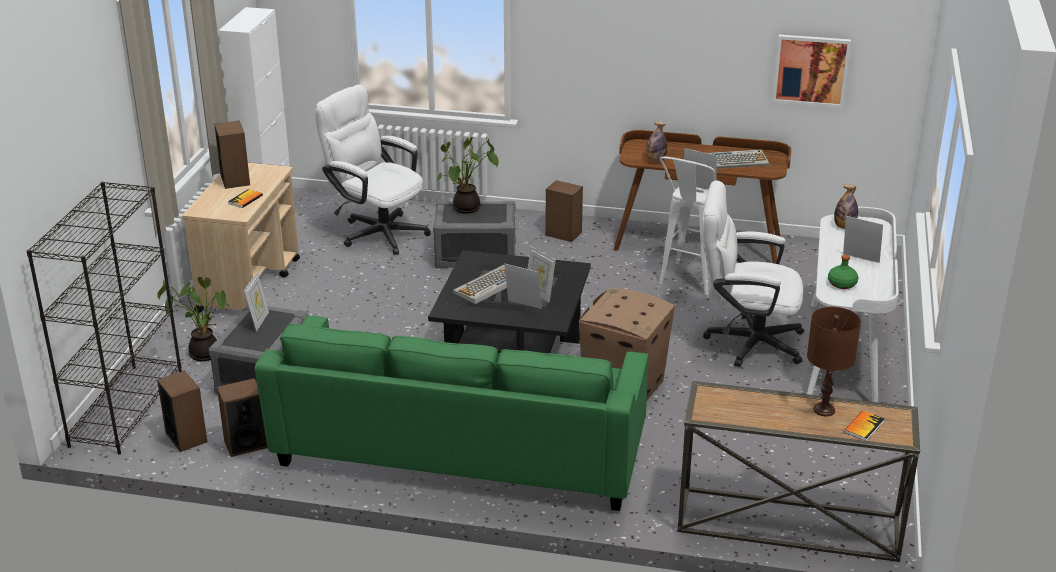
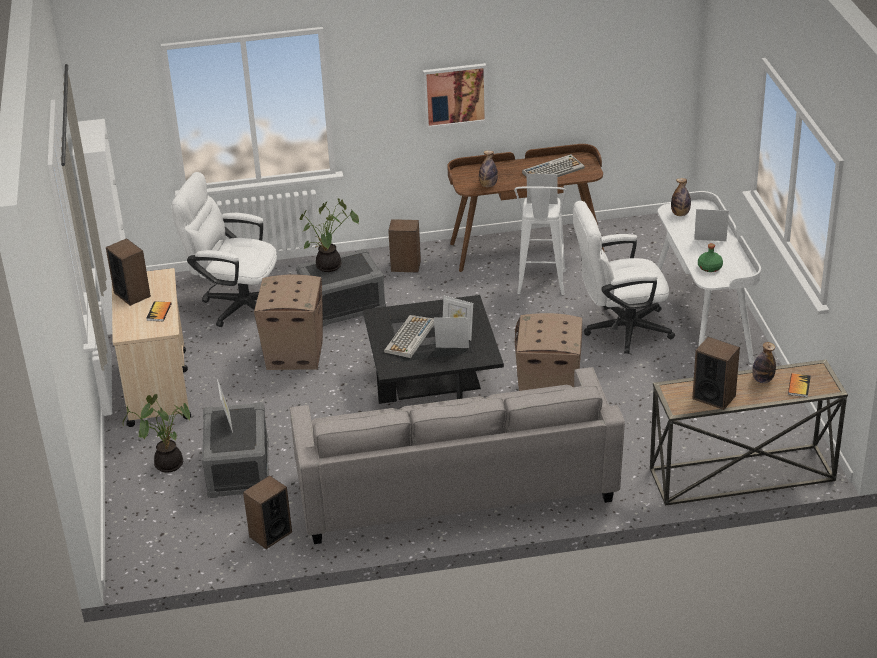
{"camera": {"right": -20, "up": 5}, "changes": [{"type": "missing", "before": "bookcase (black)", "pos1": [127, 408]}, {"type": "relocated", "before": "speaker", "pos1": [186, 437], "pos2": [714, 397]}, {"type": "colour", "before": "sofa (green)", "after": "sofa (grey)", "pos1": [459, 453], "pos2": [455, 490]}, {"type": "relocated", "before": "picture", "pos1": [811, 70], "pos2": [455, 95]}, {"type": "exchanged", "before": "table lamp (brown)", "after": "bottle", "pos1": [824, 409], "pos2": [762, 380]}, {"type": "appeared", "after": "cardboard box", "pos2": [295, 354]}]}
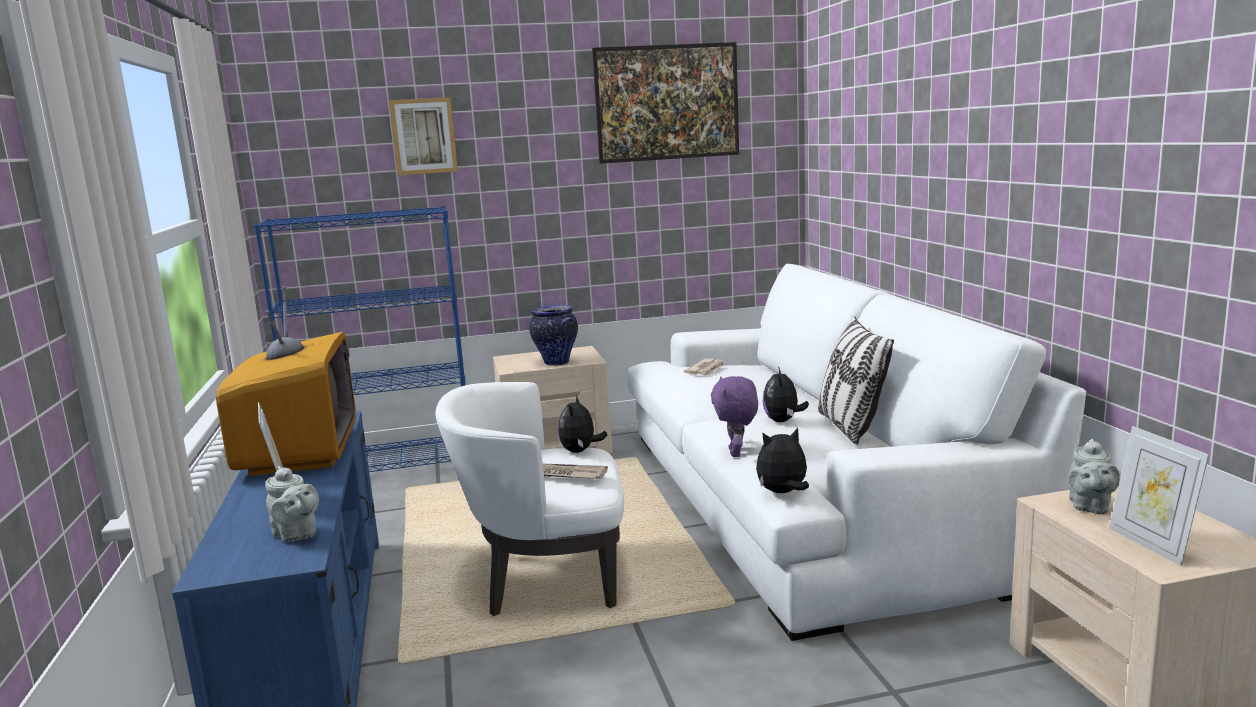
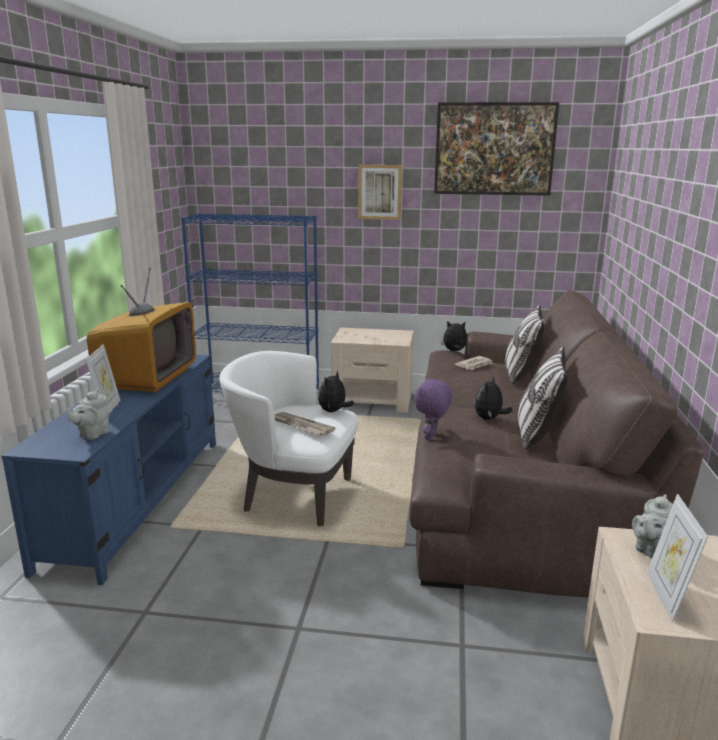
{"camera": {"right": 20, "up": 5}, "changes": [{"type": "spun", "before": "teapot (grey)", "pos1": [296, 535], "pos2": [92, 434], "turn": 45}, {"type": "relocated", "before": "picture", "pos1": [424, 136], "pos2": [380, 192]}, {"type": "missing", "before": "vase", "pos1": [556, 362]}, {"type": "colour", "before": "sofa (white)", "after": "sofa (brown)", "pos1": [803, 498], "pos2": [517, 479]}, {"type": "relocated", "before": "plush toy", "pos1": [783, 493], "pos2": [454, 351]}, {"type": "appeared", "after": "pillow", "pos2": [520, 375]}]}
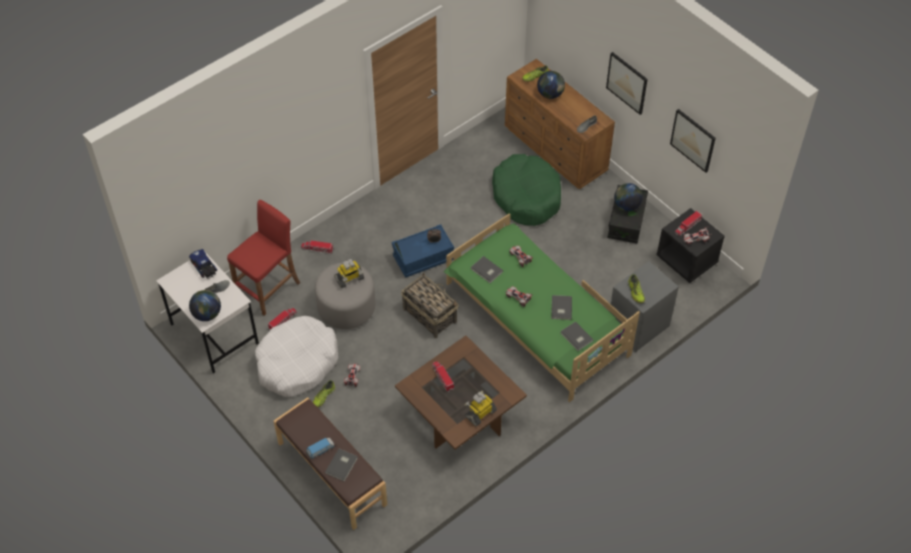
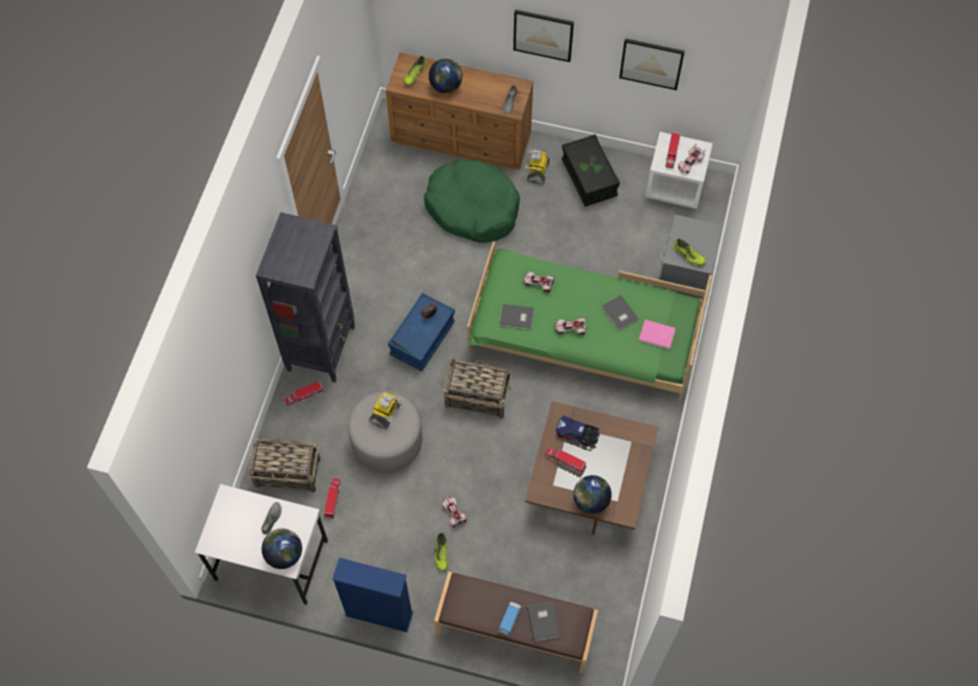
{"camera": {"right": -35, "up": 10}, "changes": [{"type": "relocated", "before": "toy truck", "pos1": [204, 268], "pos2": [577, 434]}, {"type": "exchanged", "before": "stool (red)", "after": "basket", "pos1": [268, 289], "pos2": [288, 473]}, {"type": "missing", "before": "dog bed (white)", "pos1": [297, 363]}, {"type": "relocated", "before": "toy robot", "pos1": [480, 413], "pos2": [537, 171]}, {"type": "colour", "before": "book (grey)", "after": "book (pink)", "pos1": [576, 337], "pos2": [657, 336]}, {"type": "relocated", "before": "globe", "pos1": [626, 205], "pos2": [590, 500]}, {"type": "colour", "before": "nightstand (black)", "after": "nightstand (white)", "pos1": [687, 260], "pos2": [675, 186]}, {"type": "appeared", "after": "bookcase (black)", "pos2": [322, 348]}, {"type": "appeared", "after": "bookcase (blue)", "pos2": [379, 614]}]}
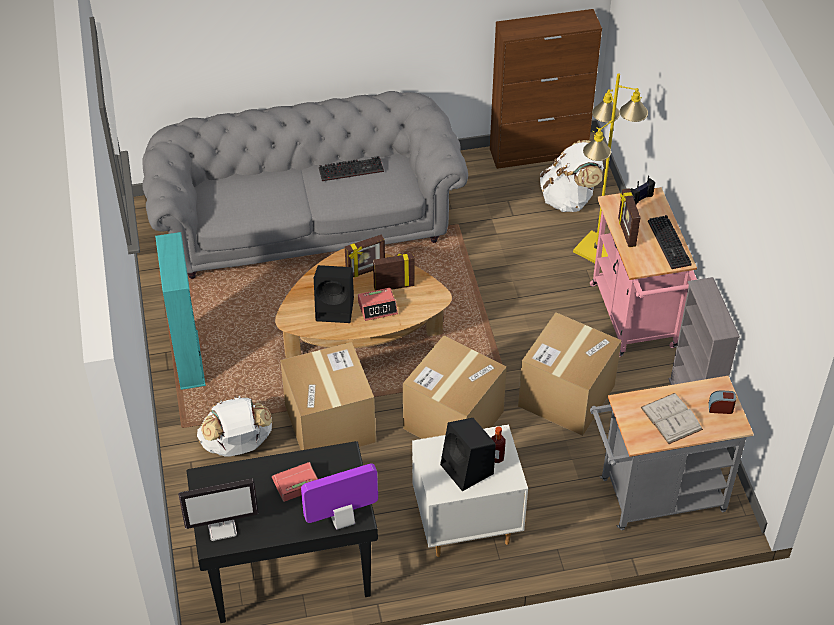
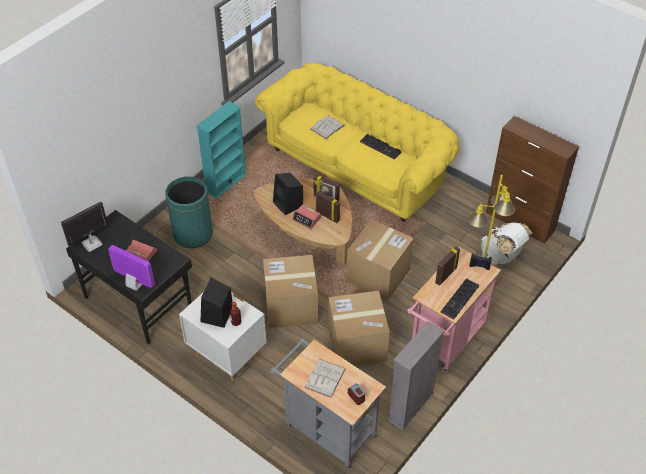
{"camera": {"right": 50, "up": 0}, "changes": [{"type": "colour", "before": "sofa (grey)", "after": "sofa (yellow)", "pos1": [306, 222], "pos2": [358, 165]}, {"type": "spun", "before": "monitor", "pos1": [222, 527], "pos2": [91, 244], "turn": 105}, {"type": "exchanged", "before": "backpack (white)", "after": "trash can (green)", "pos1": [237, 445], "pos2": [193, 234]}, {"type": "relocated", "before": "cardboard box", "pos1": [330, 424], "pos2": [378, 274]}, {"type": "appeared", "after": "book (white)", "pos2": [327, 127]}]}
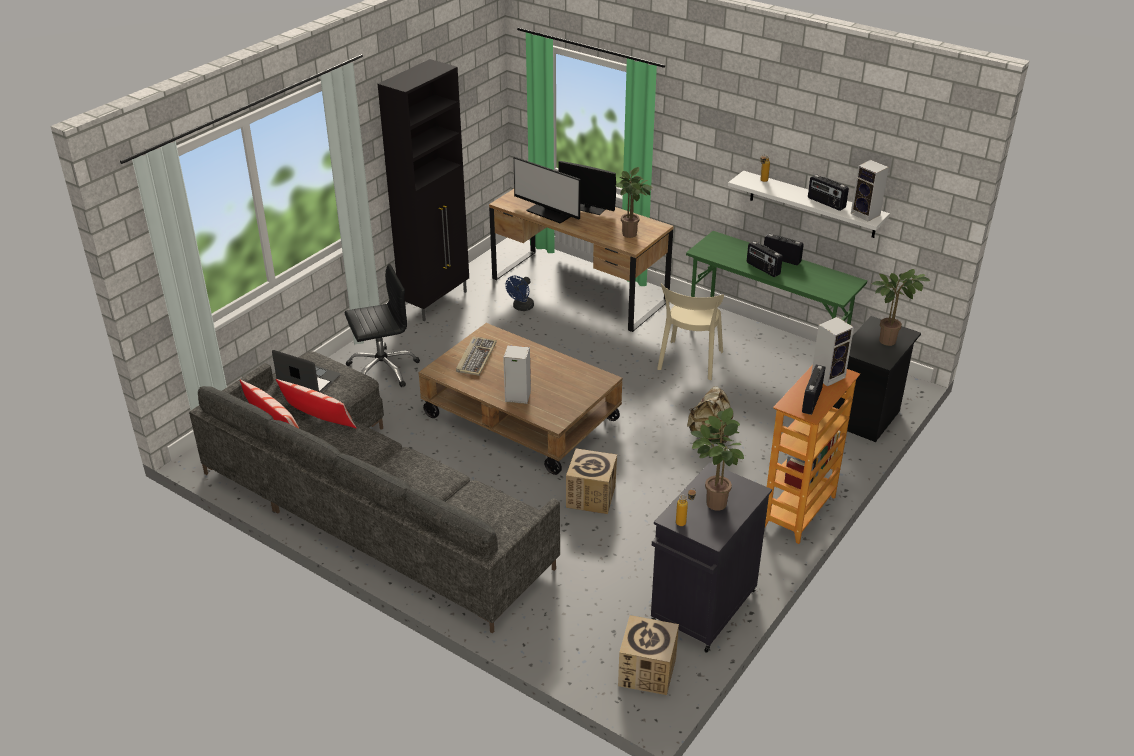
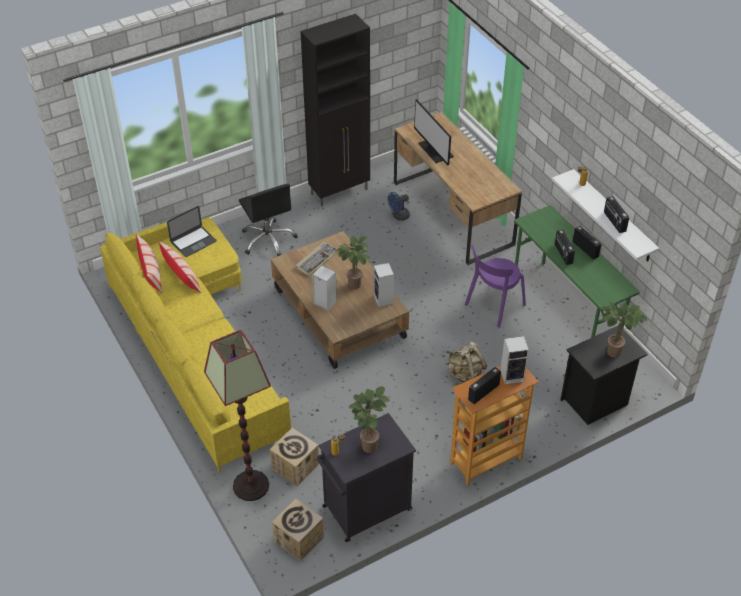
{"camera": {"right": 25, "up": 10}, "changes": [{"type": "colour", "before": "sofa (grey)", "after": "sofa (yellow)", "pos1": [367, 503], "pos2": [197, 346]}, {"type": "spun", "before": "laptop", "pos1": [309, 378], "pos2": [193, 241], "turn": 90}, {"type": "spun", "before": "office chair (black)", "pos1": [382, 369], "pos2": [268, 240], "turn": 60}, {"type": "missing", "before": "monitor", "pos1": [587, 208]}, {"type": "relocated", "before": "cardboard box", "pos1": [591, 497], "pos2": [295, 467]}, {"type": "relocated", "before": "potted plant", "pos1": [631, 235], "pos2": [355, 286]}, {"type": "colour", "before": "chair (beige)", "after": "chair (purple)", "pos1": [689, 362], "pos2": [493, 306]}, {"type": "relocated", "before": "speaker", "pos1": [866, 214], "pos2": [384, 300]}, {"type": "appeared", "after": "floor lamp", "pos2": [250, 485]}]}
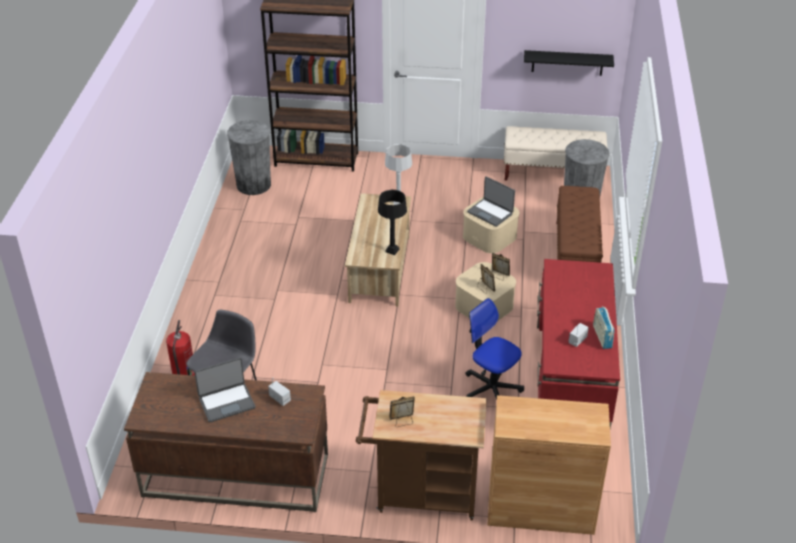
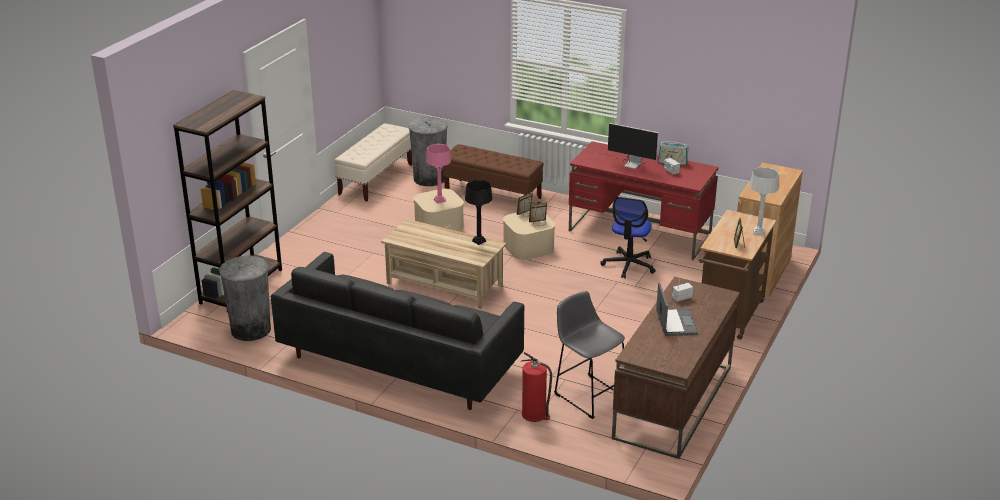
{"camera": {"right": -70, "up": -10}, "changes": [{"type": "relocated", "before": "table lamp (grey)", "pos1": [398, 203], "pos2": [758, 232]}, {"type": "spun", "before": "office chair", "pos1": [491, 389], "pos2": [628, 265], "turn": -45}, {"type": "exchanged", "before": "laptop", "after": "table lamp (pink)", "pos1": [490, 213], "pos2": [439, 200]}, {"type": "missing", "before": "shelf (black)", "pos1": [567, 63]}, {"type": "appeared", "after": "sofa (black)", "pos2": [400, 362]}, {"type": "appeared", "after": "monitor", "pos2": [628, 163]}]}
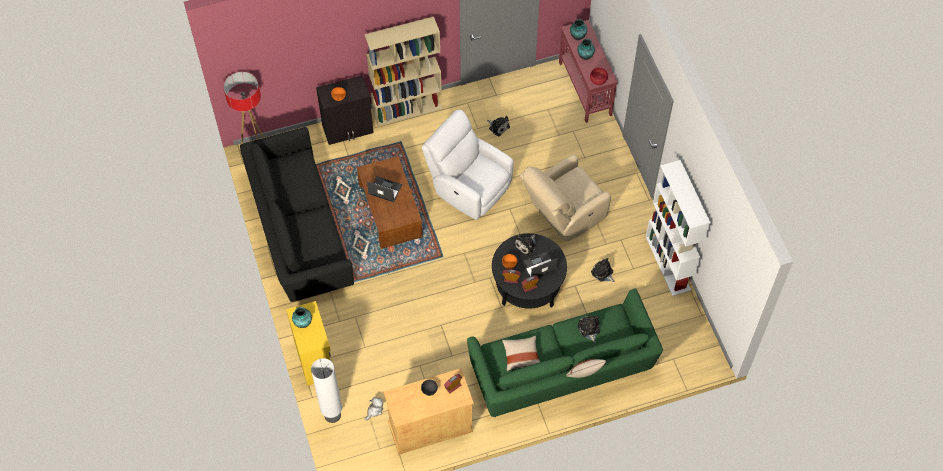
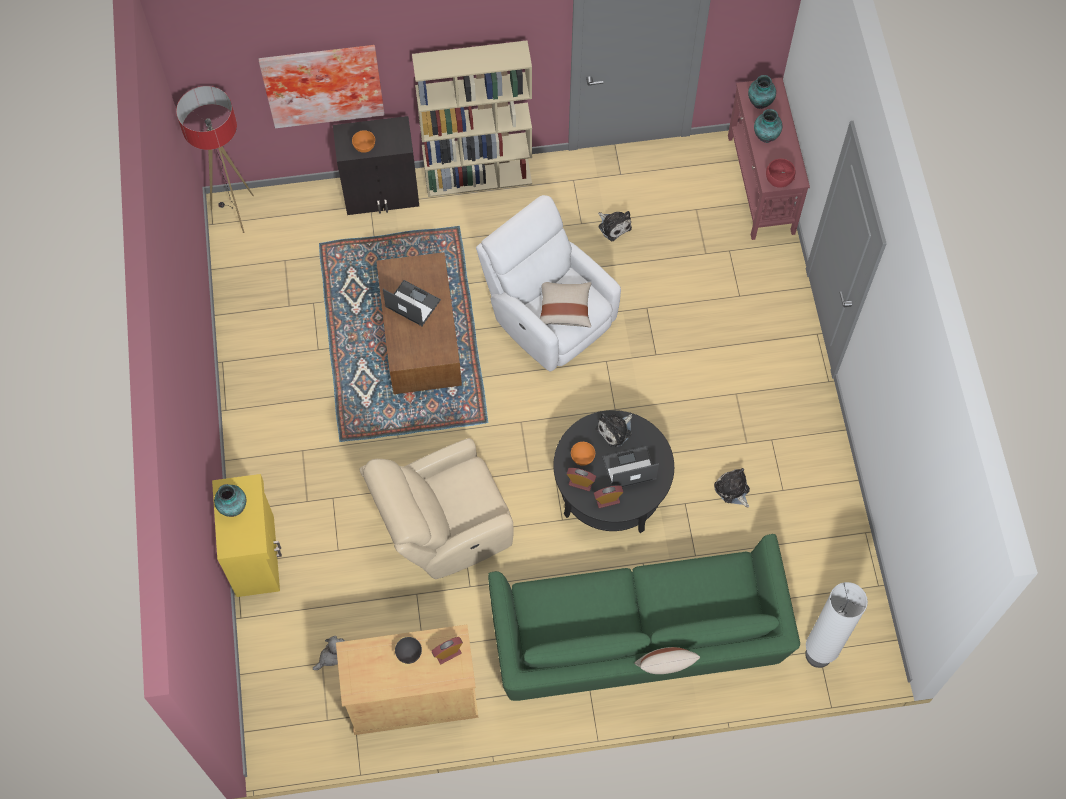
{"camera": {"right": 10, "up": 5}, "changes": [{"type": "missing", "before": "sofa (black)", "pos1": [299, 231]}, {"type": "relocated", "before": "floor lamp (white)", "pos1": [332, 415], "pos2": [818, 655]}, {"type": "relocated", "before": "pillow (beige)", "pos1": [521, 356], "pos2": [565, 309]}, {"type": "relocated", "before": "armchair (beige)", "pos1": [563, 214], "pos2": [443, 528]}, {"type": "missing", "before": "plush toy", "pos1": [589, 329]}, {"type": "missing", "before": "bookcase (white)", "pos1": [668, 263]}, {"type": "appeared", "after": "picture", "pos2": [322, 82]}]}
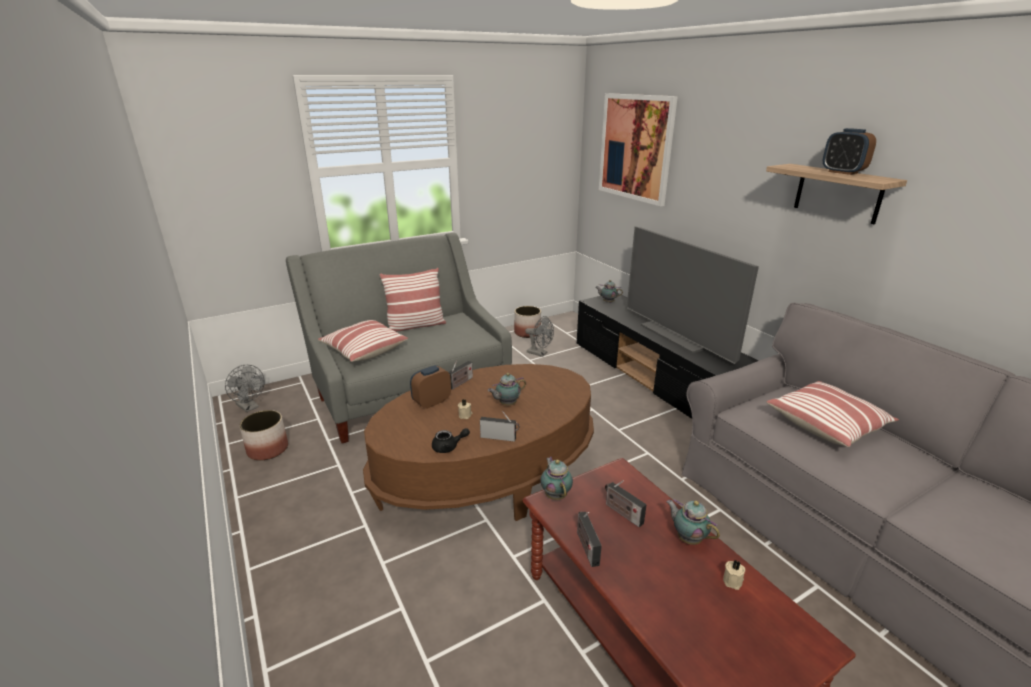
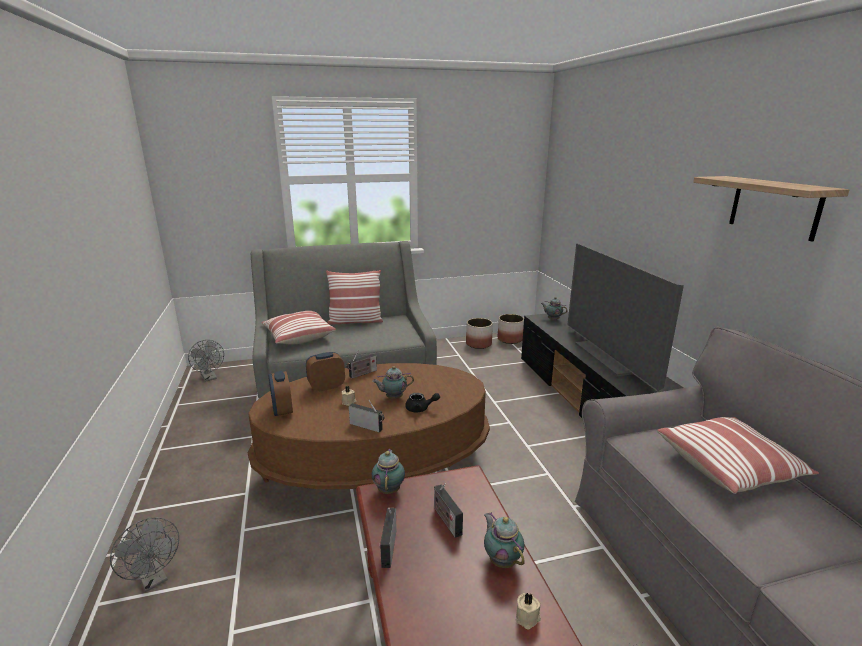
{"camera": {"right": 15, "up": -5}, "changes": [{"type": "relocated", "before": "planter", "pos1": [268, 449], "pos2": [510, 339]}, {"type": "relocated", "before": "teapot (black)", "pos1": [448, 447], "pos2": [420, 409]}, {"type": "relocated", "before": "fan (grey)", "pos1": [540, 353], "pos2": [154, 579]}, {"type": "missing", "before": "picture", "pos1": [635, 148]}, {"type": "relocated", "before": "alarm clock", "pos1": [843, 172], "pos2": [282, 410]}]}
